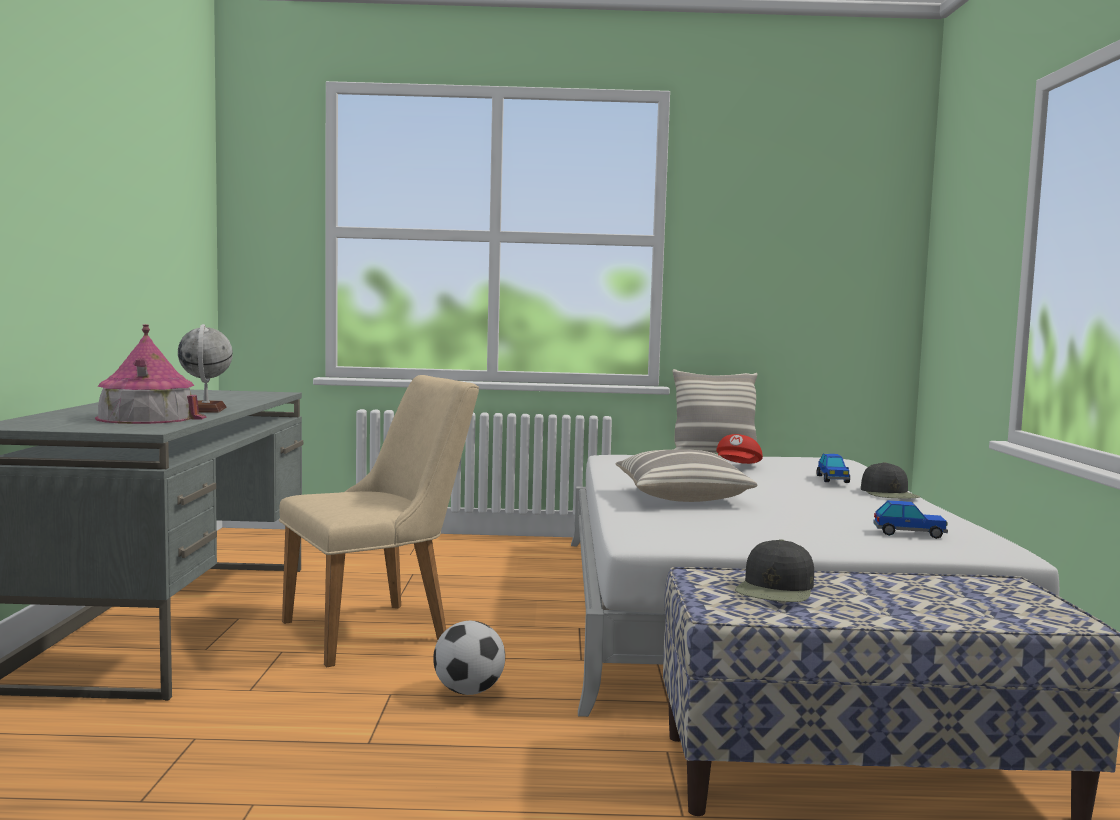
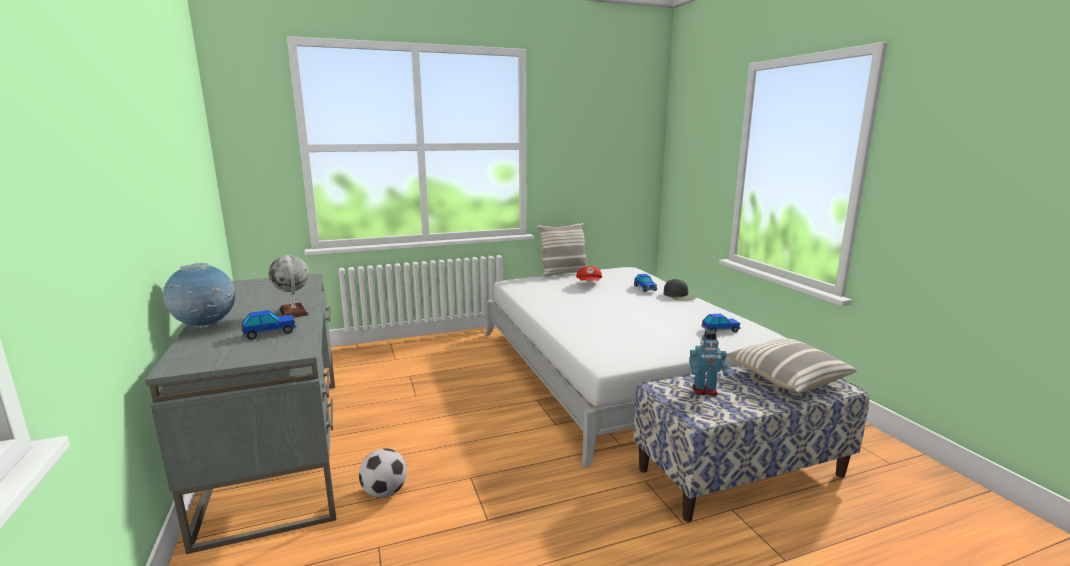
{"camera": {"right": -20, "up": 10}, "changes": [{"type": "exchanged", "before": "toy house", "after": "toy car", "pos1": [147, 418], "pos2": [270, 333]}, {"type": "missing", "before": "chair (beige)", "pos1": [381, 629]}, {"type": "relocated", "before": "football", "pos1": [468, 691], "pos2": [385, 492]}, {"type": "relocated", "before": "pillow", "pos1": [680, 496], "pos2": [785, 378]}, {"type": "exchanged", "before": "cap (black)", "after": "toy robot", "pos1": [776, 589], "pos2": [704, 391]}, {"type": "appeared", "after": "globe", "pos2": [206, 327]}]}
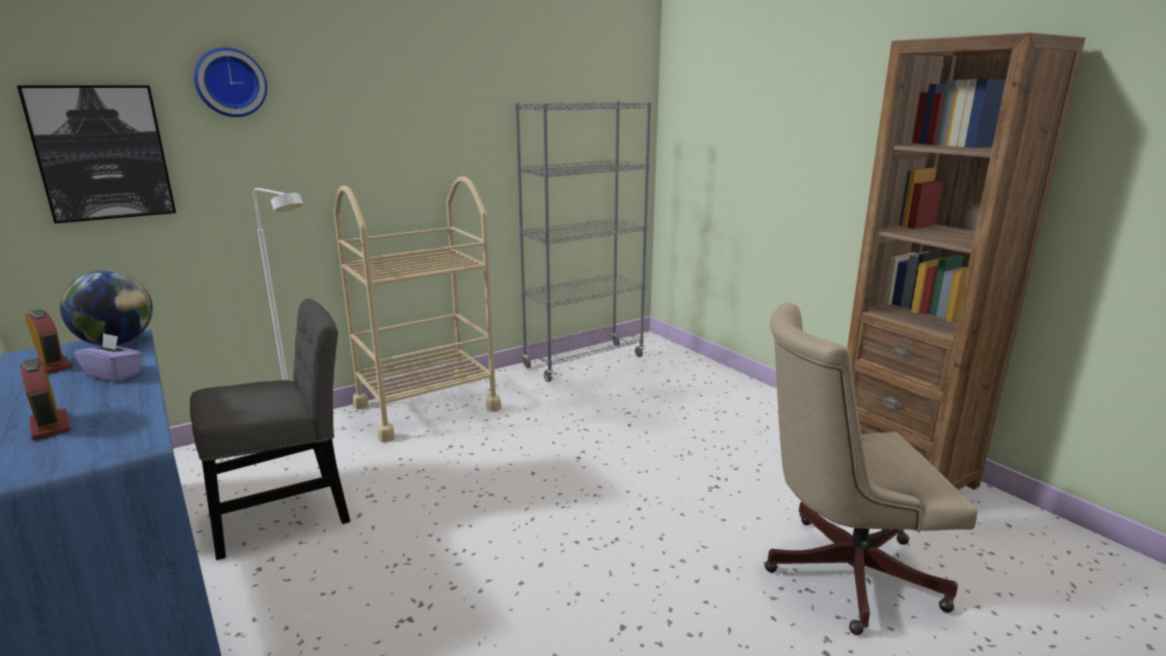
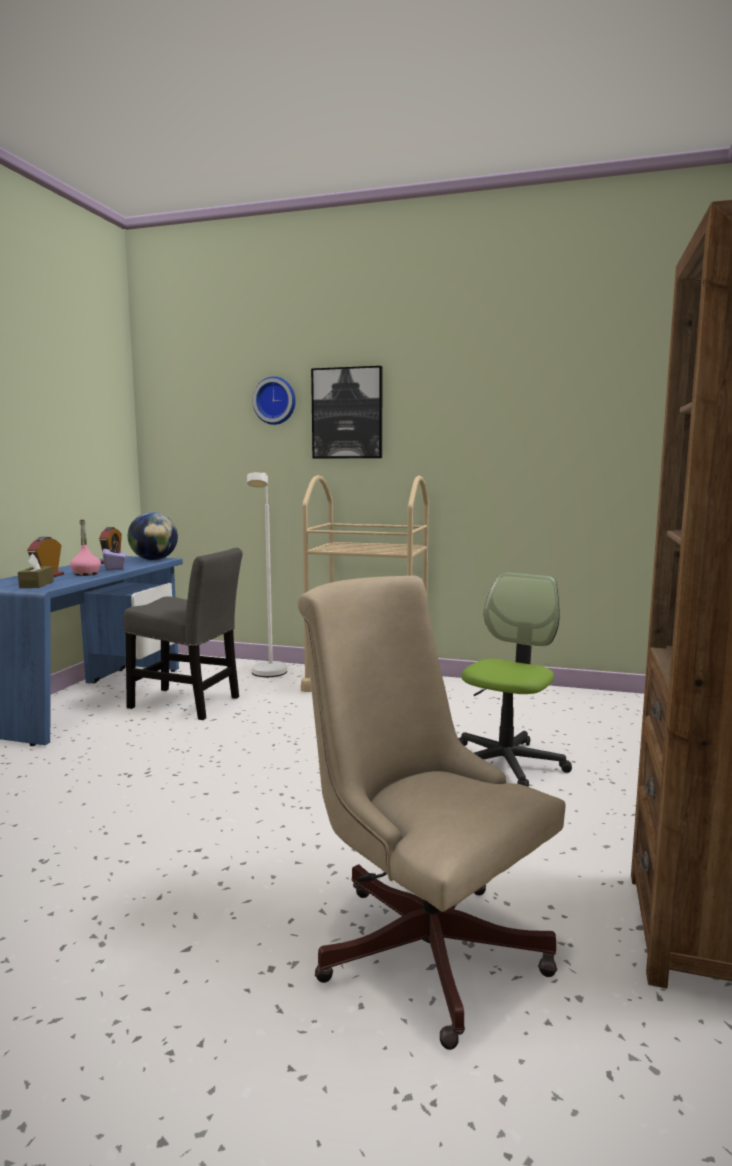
{"camera": {"right": 50, "up": -10}, "changes": [{"type": "relocated", "before": "picture", "pos1": [102, 153], "pos2": [347, 413]}, {"type": "missing", "before": "bookcase (grey)", "pos1": [584, 362]}, {"type": "appeared", "after": "tissue box (brown)", "pos2": [36, 584]}, {"type": "appeared", "after": "bottle (pink)", "pos2": [86, 574]}, {"type": "appeared", "after": "office chair", "pos2": [506, 763]}]}
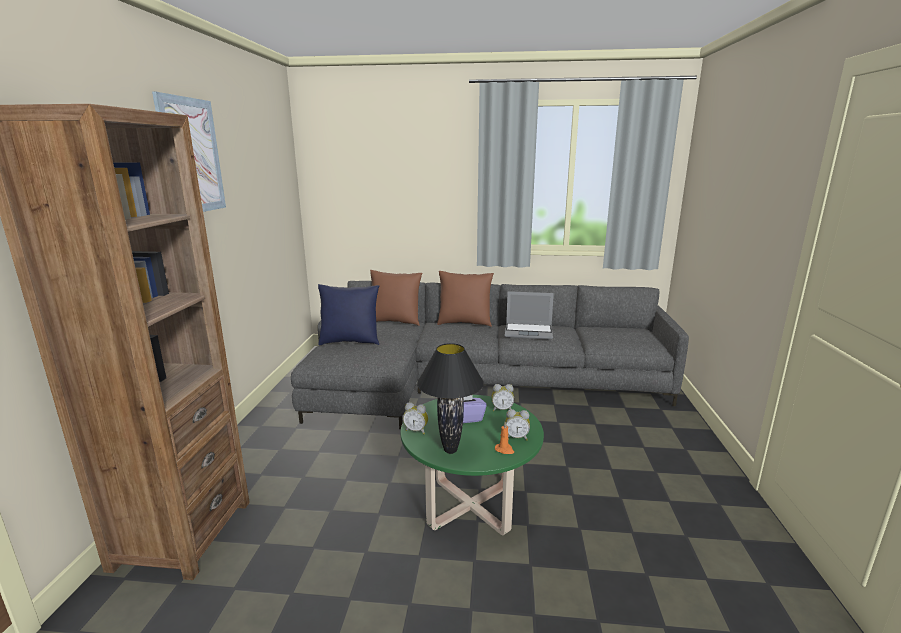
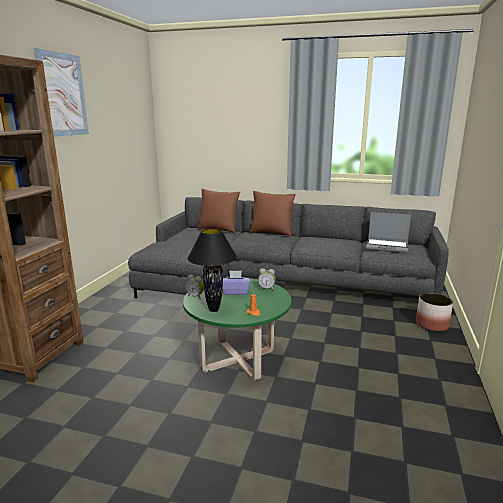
{"camera": {"right": 10, "up": 0}, "changes": [{"type": "missing", "before": "pillow (blue)", "pos1": [350, 342]}, {"type": "relocated", "before": "laptop", "pos1": [529, 332], "pos2": [387, 246]}, {"type": "missing", "before": "alarm clock", "pos1": [516, 437]}, {"type": "appeared", "after": "planter", "pos2": [432, 325]}]}
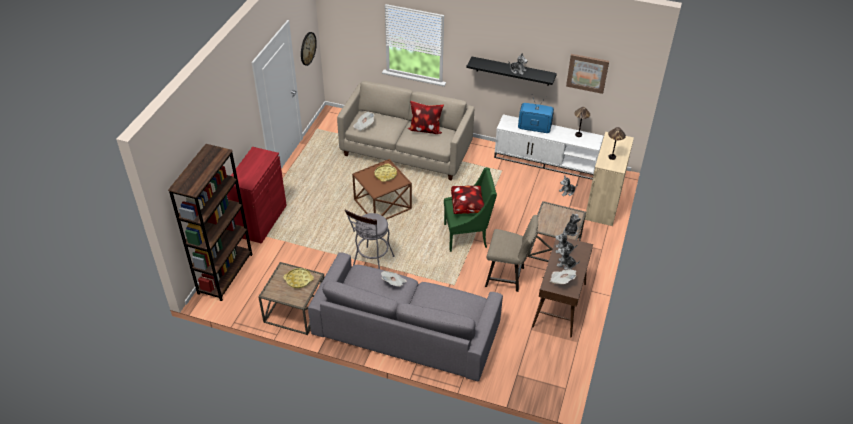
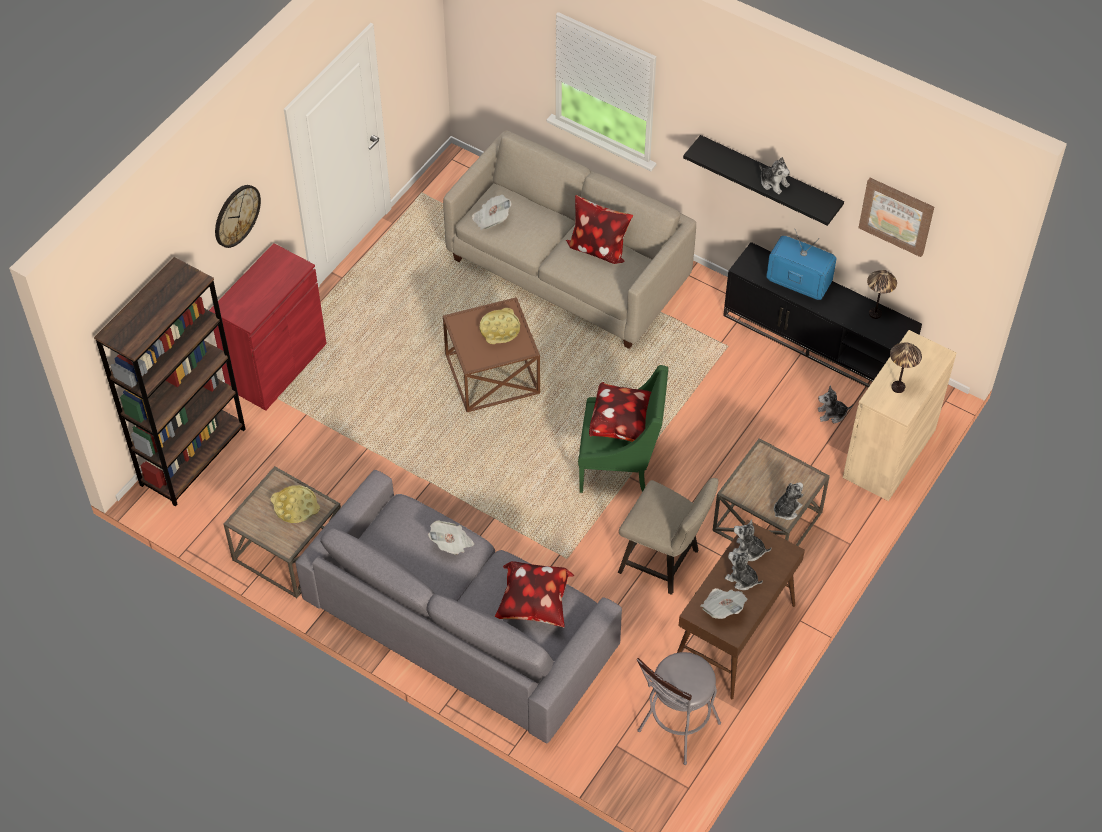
{"camera": {"right": 15, "up": 10}, "changes": [{"type": "relocated", "before": "wall clock", "pos1": [307, 48], "pos2": [236, 215]}, {"type": "relocated", "before": "stool (grey)", "pos1": [372, 264], "pos2": [675, 732]}, {"type": "colour", "before": "tv stand (white)", "after": "tv stand (black)", "pos1": [546, 161], "pos2": [817, 341]}, {"type": "appeared", "after": "pillow", "pos2": [534, 606]}]}
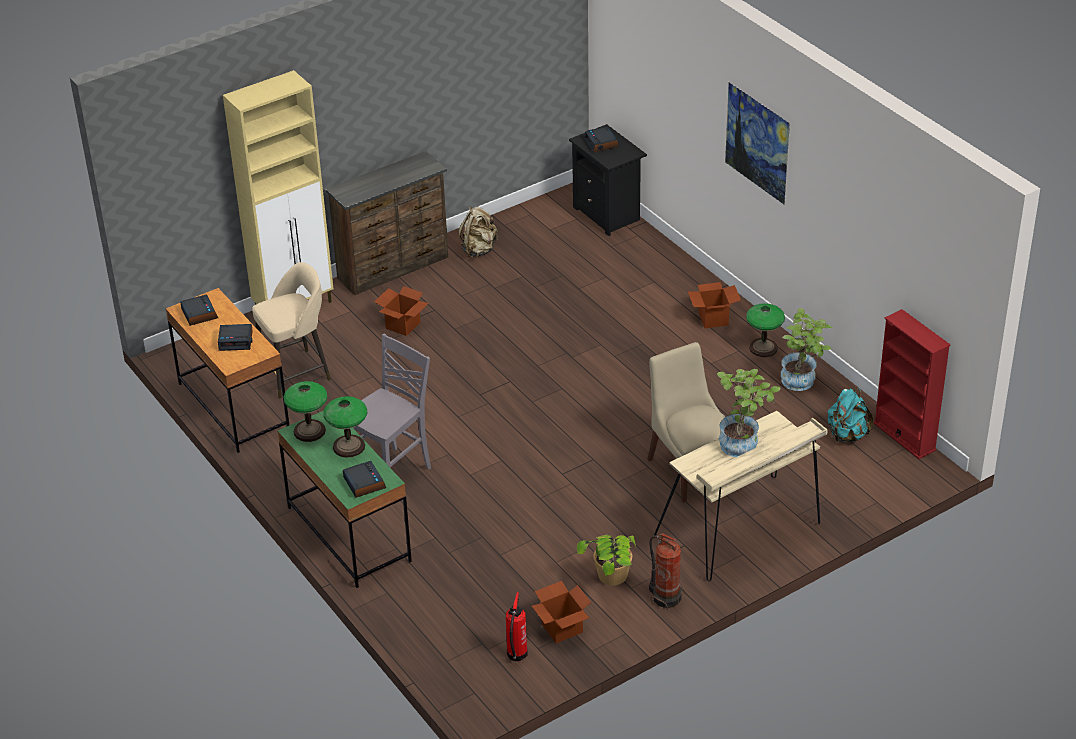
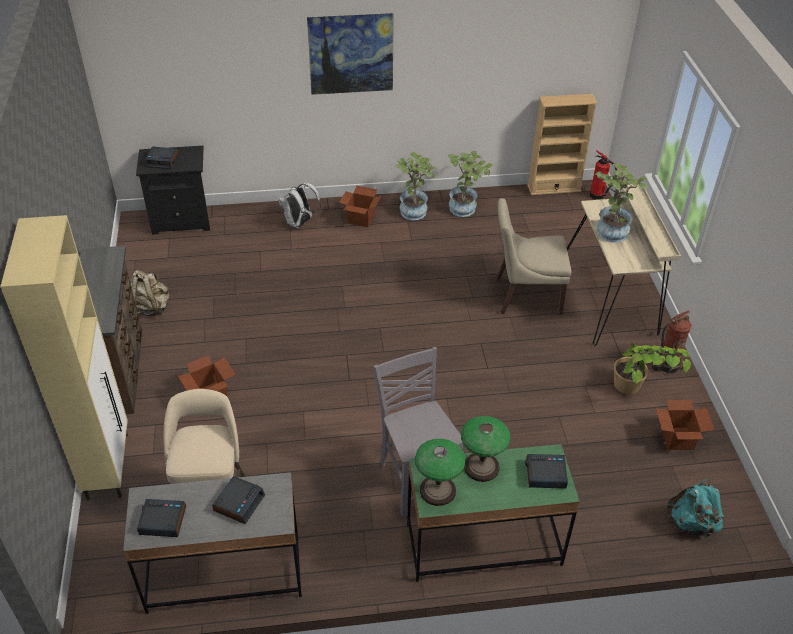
{"camera": {"right": -65, "up": 5}, "changes": [{"type": "colour", "before": "desk (brown)", "after": "desk (grey)", "pos1": [233, 406], "pos2": [224, 574]}, {"type": "relocated", "before": "fire extinguisher", "pos1": [516, 655], "pos2": [598, 196]}, {"type": "exchanged", "before": "table lamp", "after": "potted plant", "pos1": [763, 348], "pos2": [414, 209]}, {"type": "relocated", "before": "backpack (turquoise)", "pos1": [847, 435], "pos2": [691, 523]}, {"type": "colour", "before": "bookcase (red)", "after": "bookcase (beige)", "pos1": [904, 436], "pos2": [554, 188]}, {"type": "appeared", "after": "backpack (white)", "pos2": [300, 223]}]}
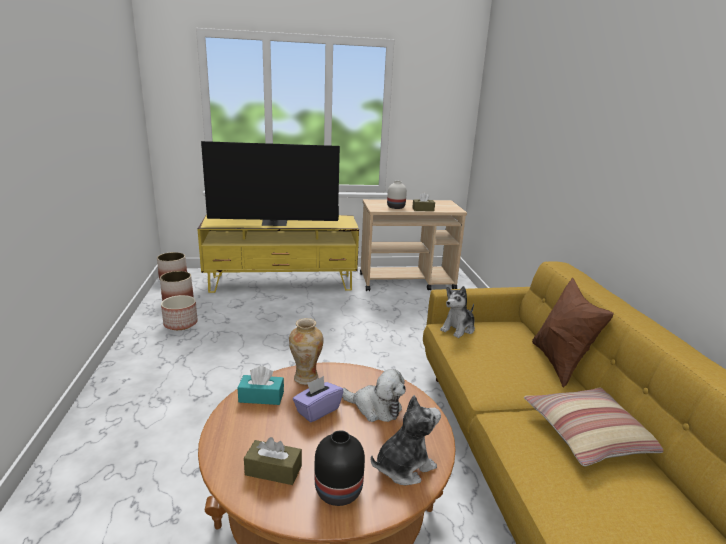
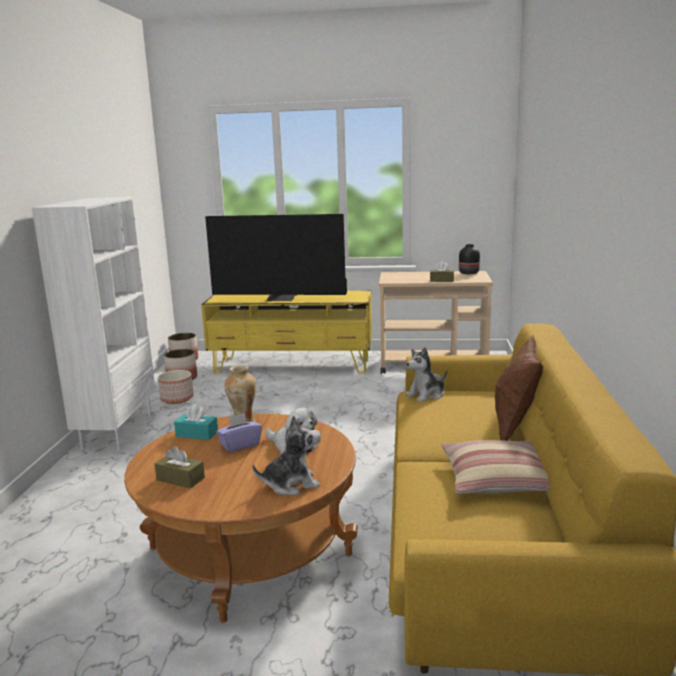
{"camera": {"right": 15, "up": -5}, "changes": [{"type": "relocated", "before": "vase (black)", "pos1": [338, 490], "pos2": [469, 273]}, {"type": "missing", "before": "vase (white)", "pos1": [395, 207]}, {"type": "appeared", "after": "bookcase (white)", "pos2": [117, 432]}]}
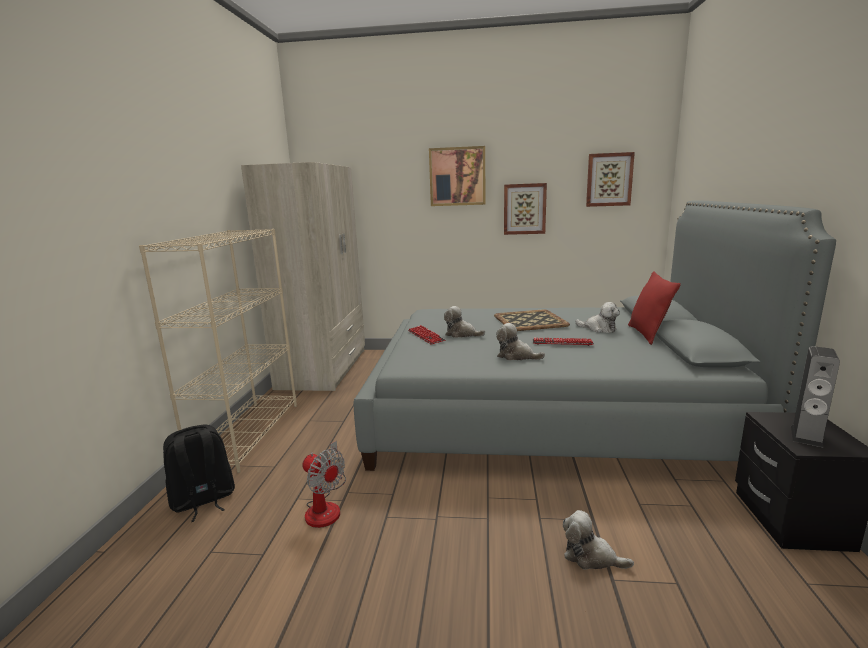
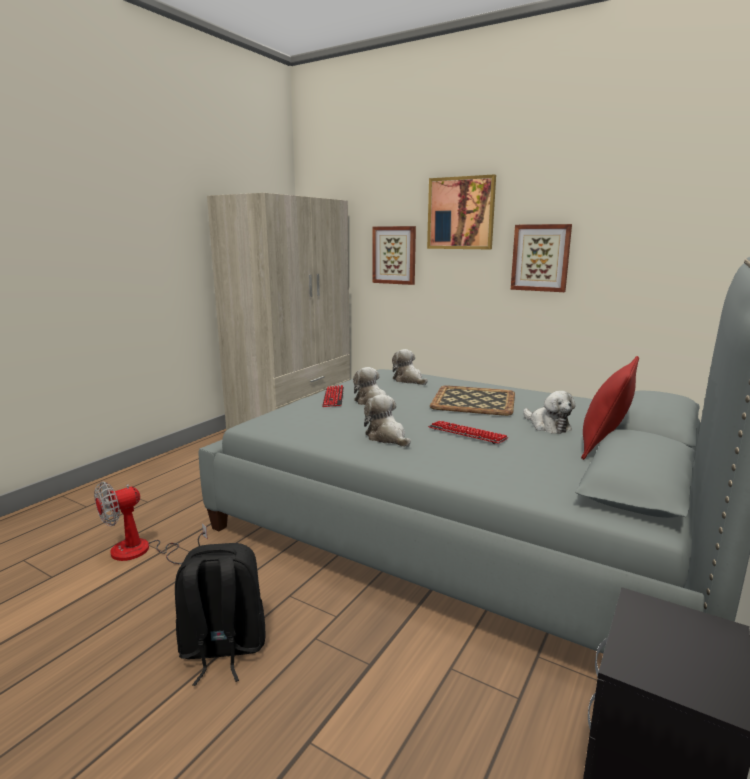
{"camera": {"right": 25, "up": 0}, "changes": [{"type": "missing", "before": "bookcase (beige)", "pos1": [248, 434]}, {"type": "relocated", "before": "backpack (black)", "pos1": [203, 500], "pos2": [222, 649]}, {"type": "spun", "before": "fan", "pos1": [326, 506], "pos2": [142, 552], "turn": 75}, {"type": "relocated", "before": "plush toy", "pos1": [591, 556], "pos2": [409, 380]}, {"type": "relocated", "before": "picture", "pos1": [609, 179], "pos2": [394, 255]}, {"type": "missing", "before": "speaker", "pos1": [806, 436]}]}
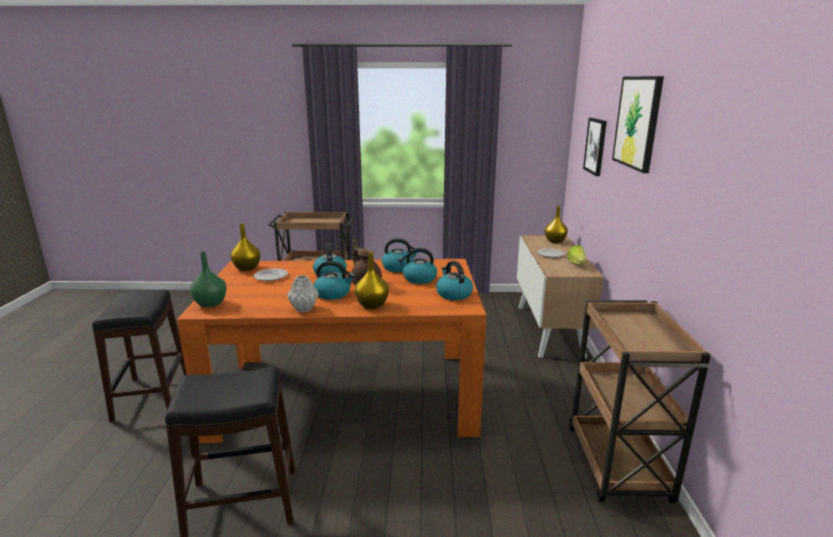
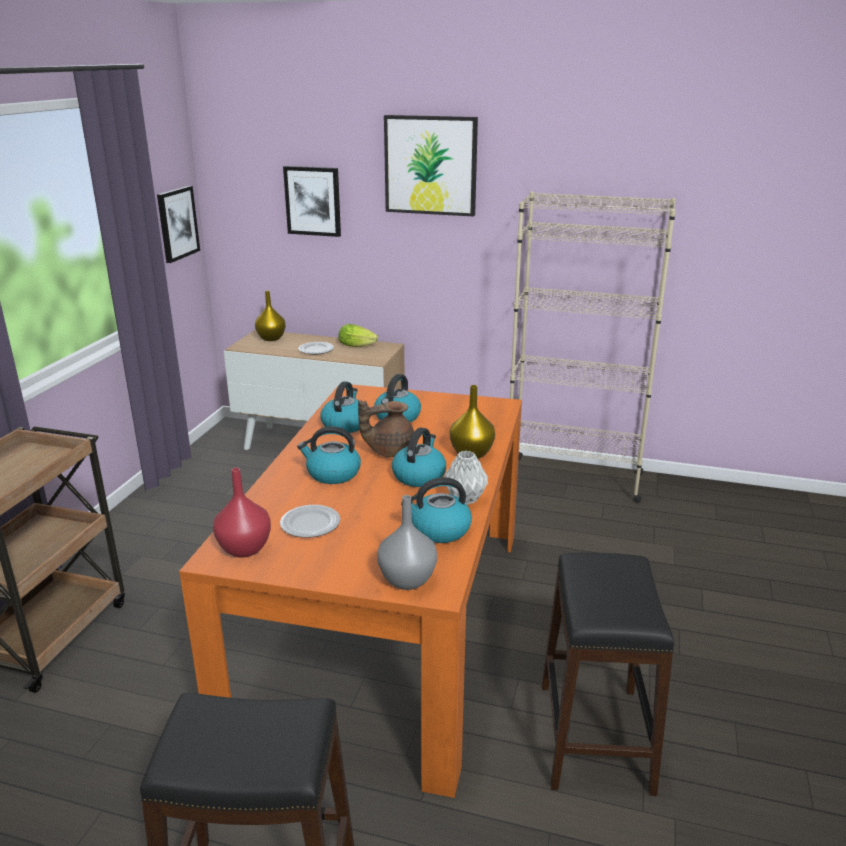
{"camera": {"right": -75, "up": 5}, "changes": [{"type": "colour", "before": "vase (green)", "after": "vase (grey)", "pos1": [211, 303], "pos2": [406, 579]}, {"type": "colour", "before": "vase (yellow)", "after": "vase (red)", "pos1": [246, 268], "pos2": [243, 549]}, {"type": "relocated", "before": "kettle", "pos1": [453, 294], "pos2": [439, 530]}, {"type": "exchanged", "before": "cart (brown)", "after": "bookcase (beige)", "pos1": [618, 466], "pos2": [573, 478]}, {"type": "appeared", "after": "picture", "pos2": [177, 223]}]}
